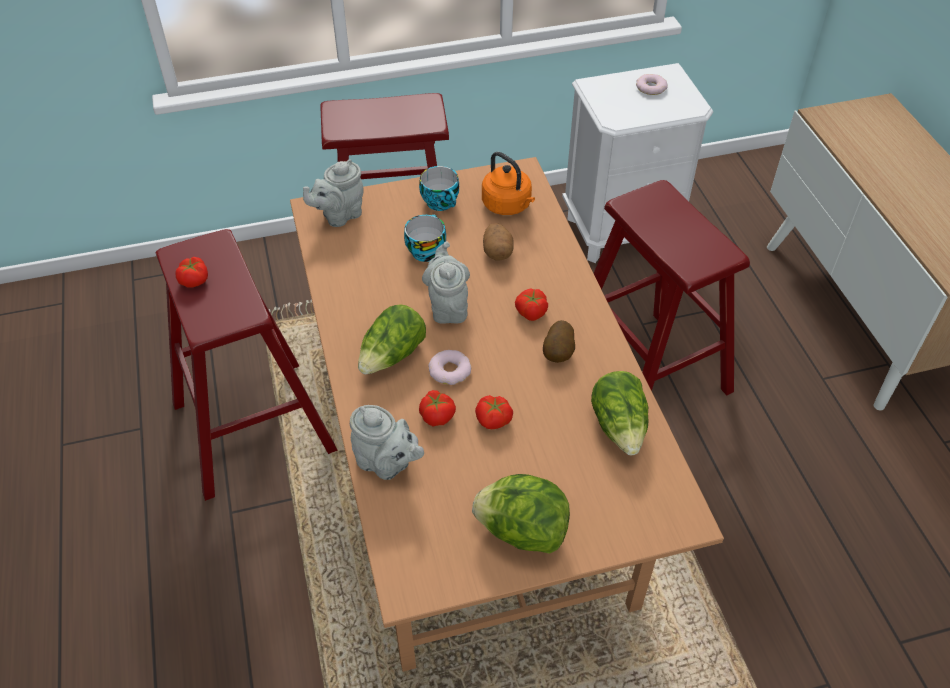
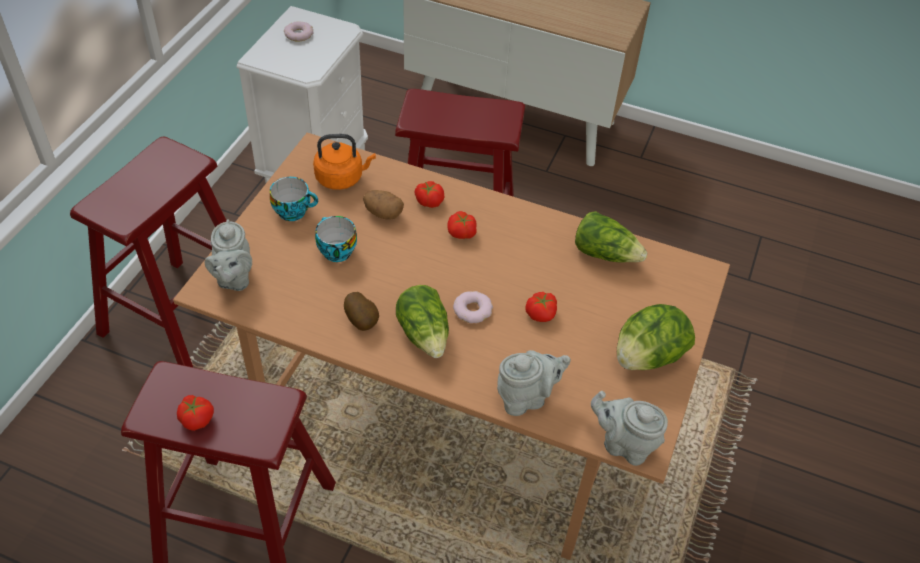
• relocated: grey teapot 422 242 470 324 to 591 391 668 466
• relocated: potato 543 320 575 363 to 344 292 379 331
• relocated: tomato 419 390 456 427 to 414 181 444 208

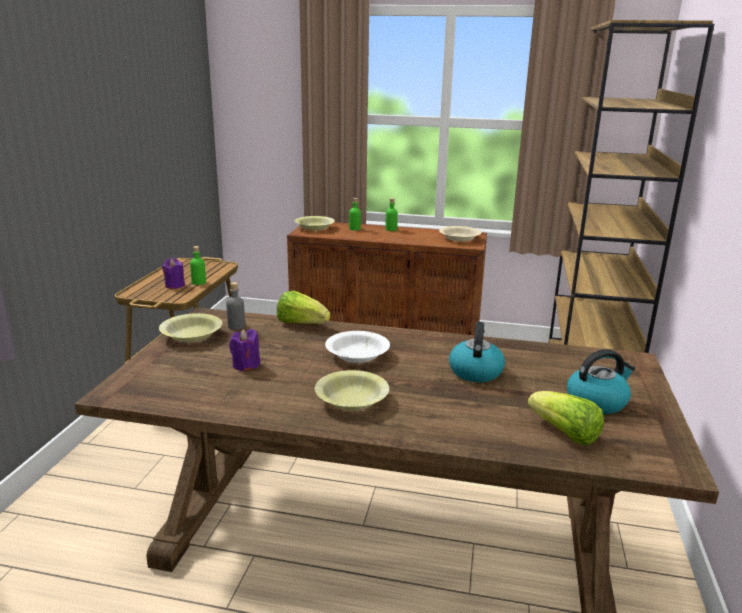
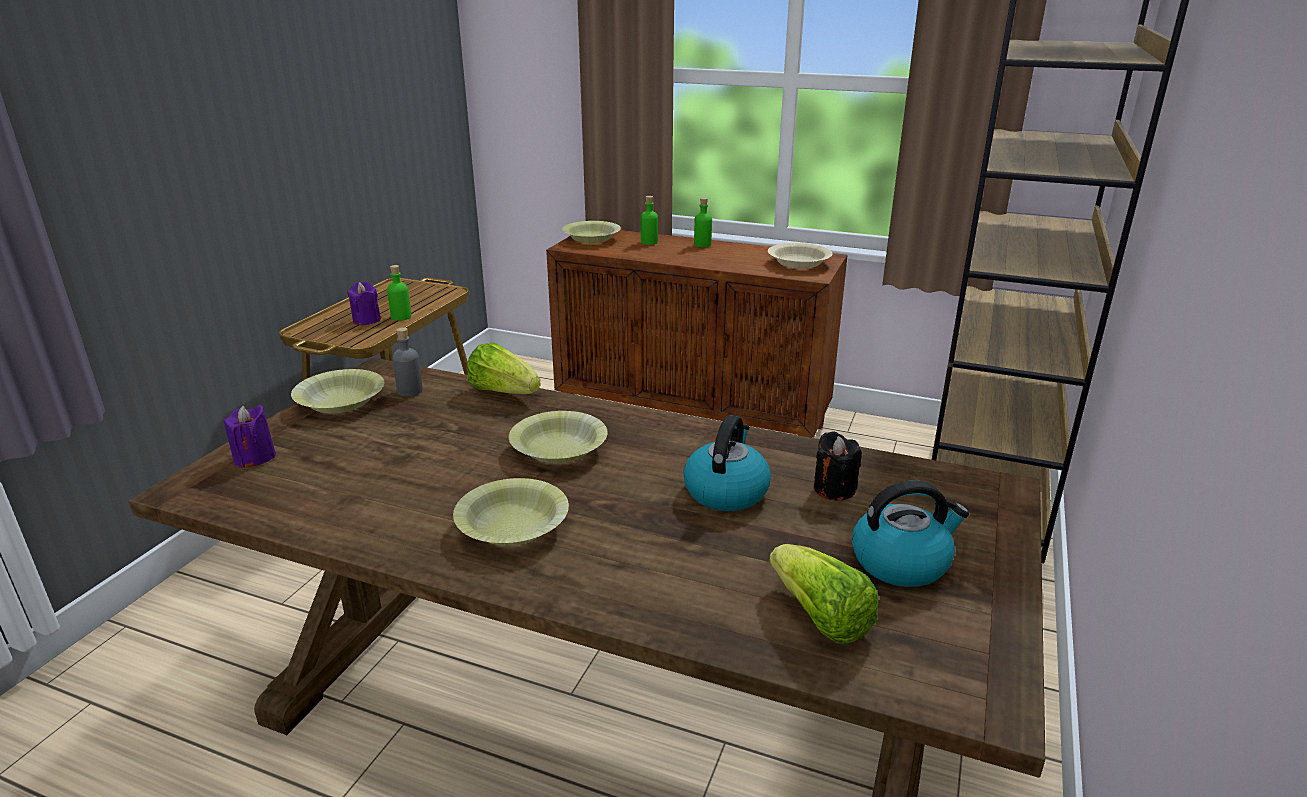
• relocated: purple candle 229 329 260 371 to 224 405 276 468
• colour: white bowl 325 331 390 363 to yellow bowl 509 411 608 463
• appeared: black candle 814 431 862 501

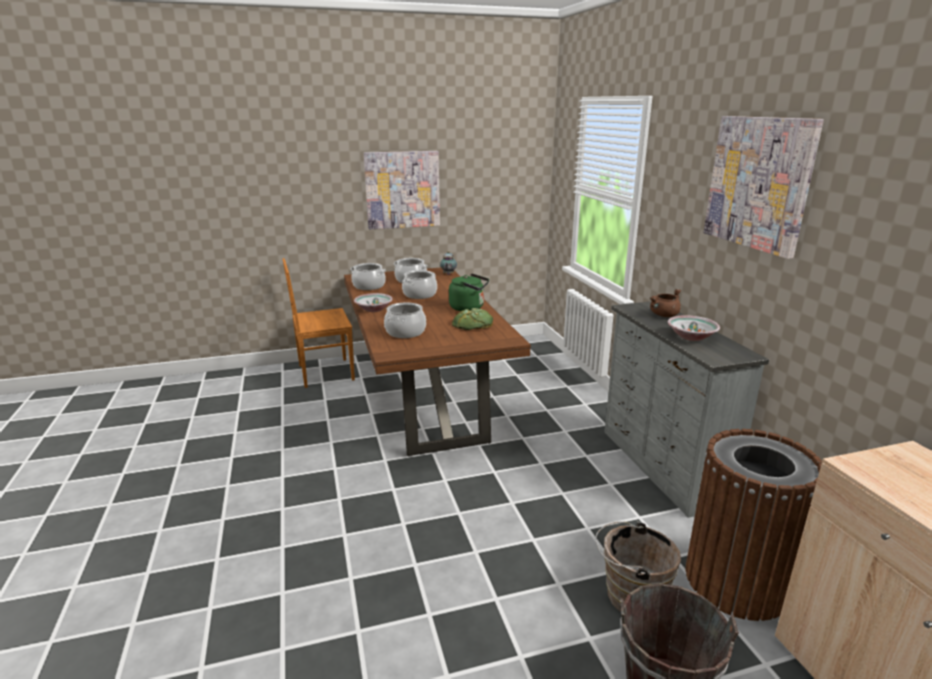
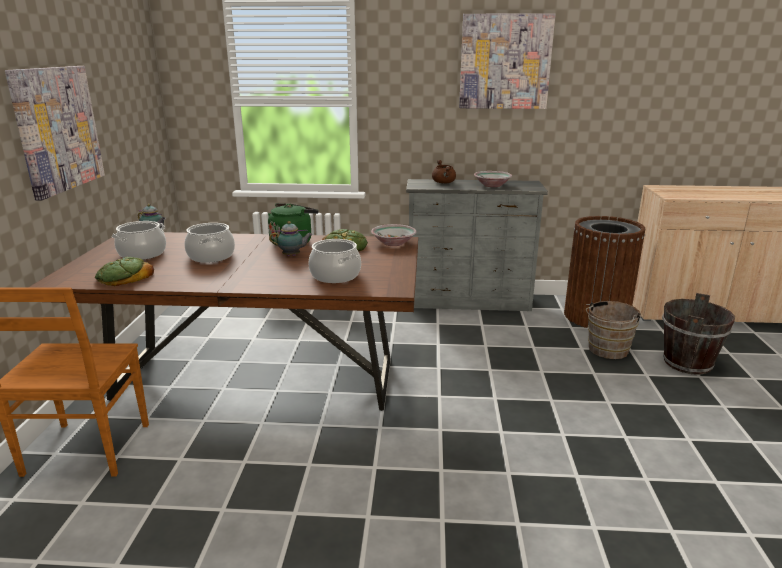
• exchanged: cooking pot 350 263 386 290 to bread 95 257 154 286
• relocated: bowl 354 293 393 312 to 371 224 417 246
• appeared: teapot 269 221 313 256

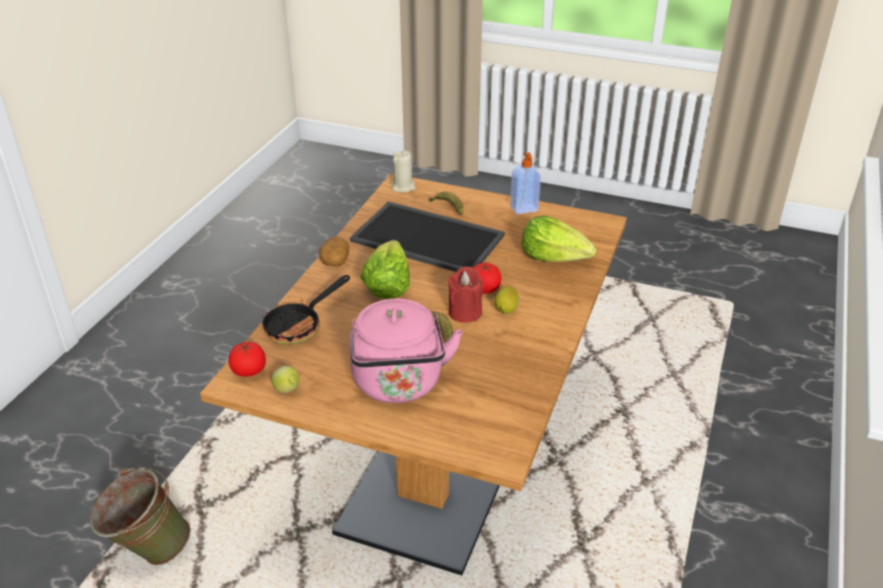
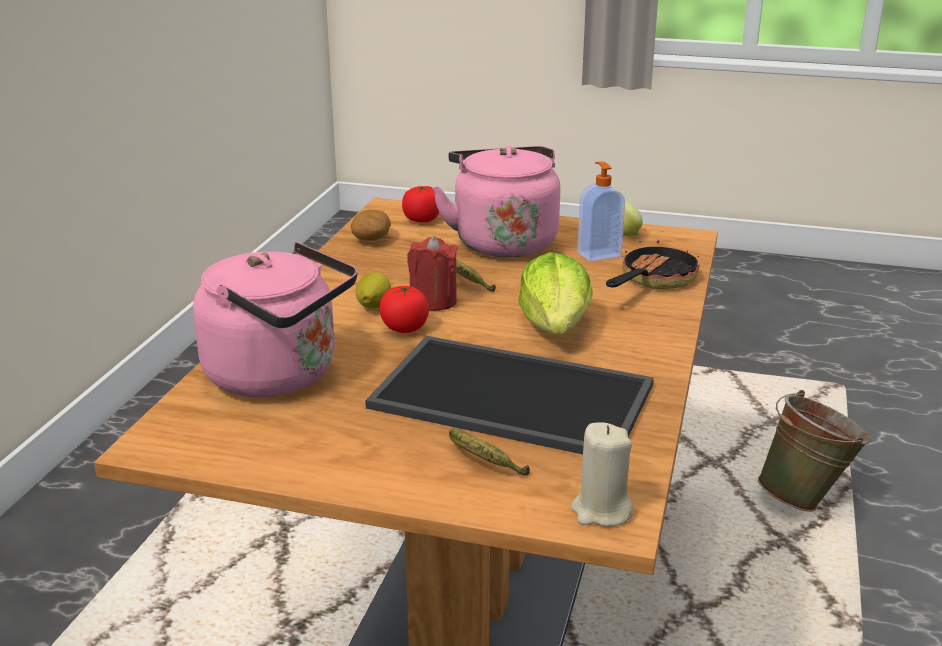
• relocated: soap dispenser 510 153 541 214 to 577 161 625 262
• exchanged: lettuce 522 215 597 262 to pink kettle 193 242 357 397
• relocated: potato 319 237 349 266 to 351 210 391 241
• relocated: tomato 228 341 266 377 to 402 186 439 222

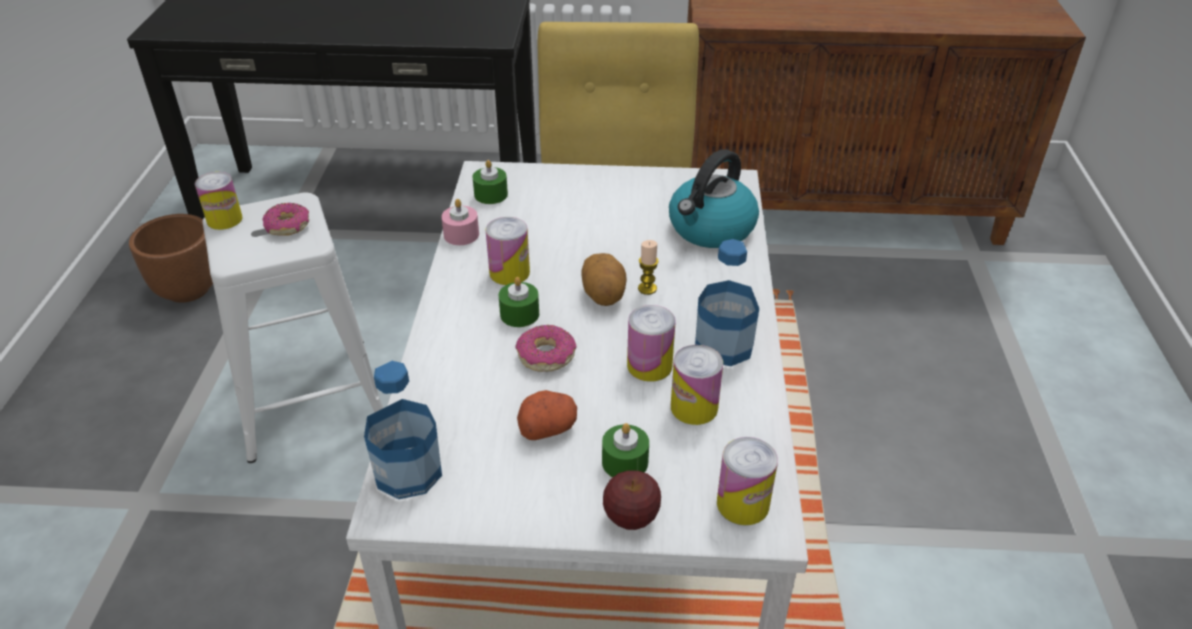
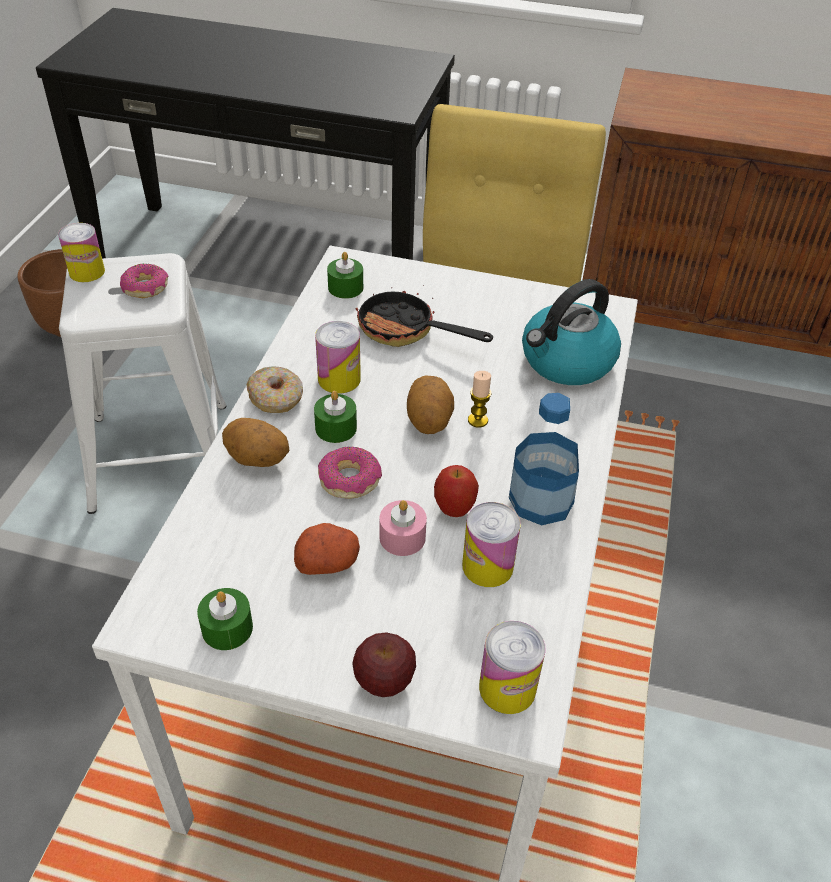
• relocated: pink candle 441 199 479 245 to 379 500 427 556
• exchanged: can 627 305 676 382 to apple 434 465 479 517
• missing: bottle 364 361 442 499
• relocated: green candle 602 423 649 477 to 197 588 253 650
• appeared: frying pan 356 285 493 347
• appeared: donut 247 366 303 413
• appeared: potato 222 418 290 467

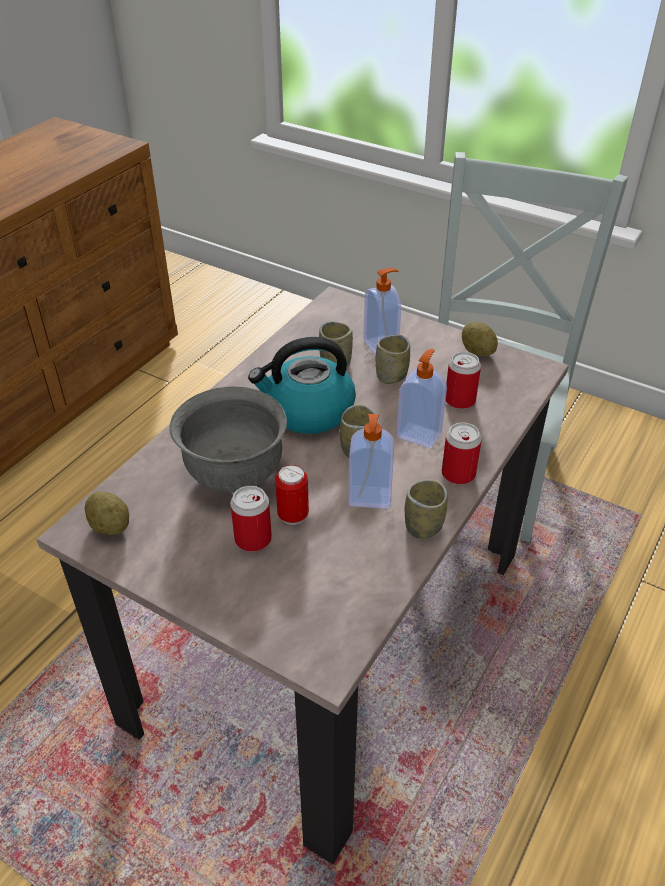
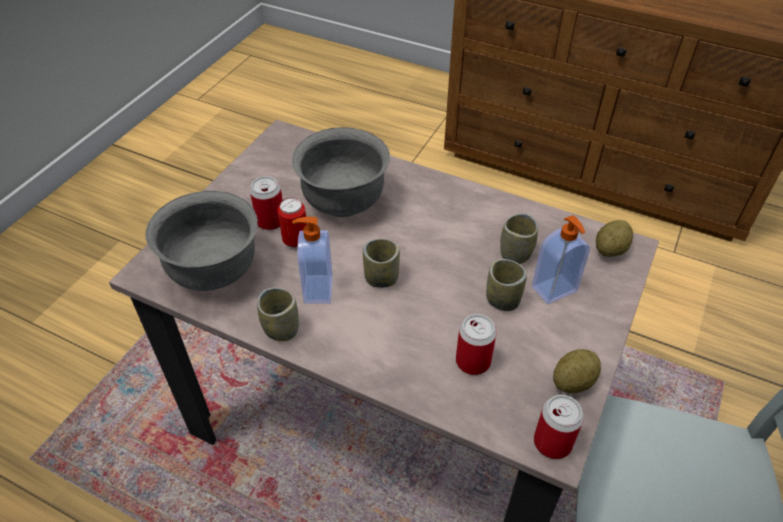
• missing: kettle 248 337 356 434
• missing: soap dispenser 396 349 447 448
• relocated: can 442 422 482 484 to 534 395 584 459
• relocated: potato 85 491 129 535 to 596 220 633 257
• appeared: grey bowl 146 191 258 291

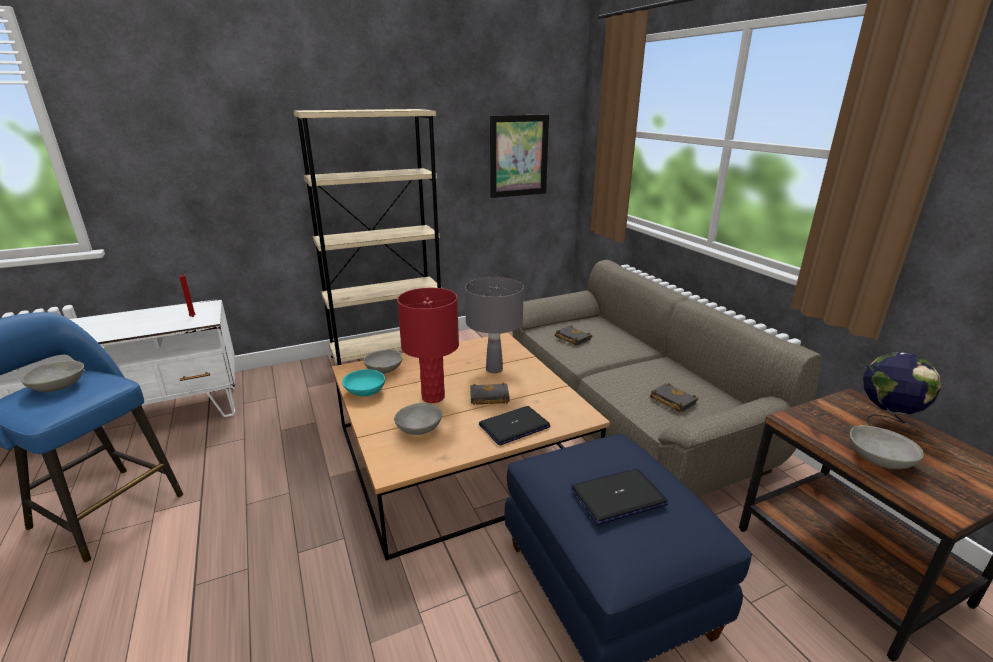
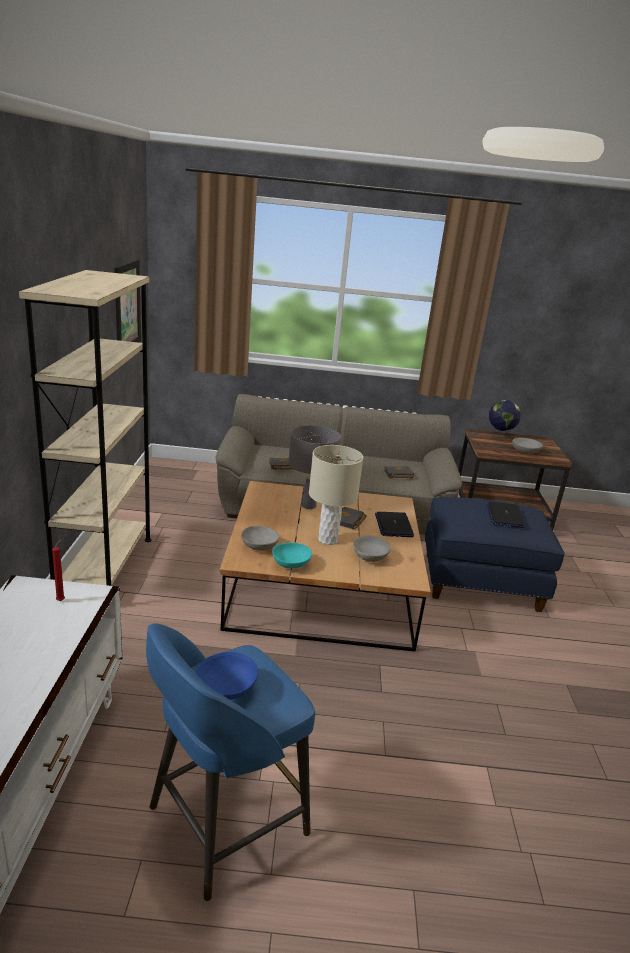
• colour: red table lamp 397 288 459 403 to beige table lamp 309 445 363 545
• colour: grey bowl 21 361 84 392 to blue bowl 195 652 258 700

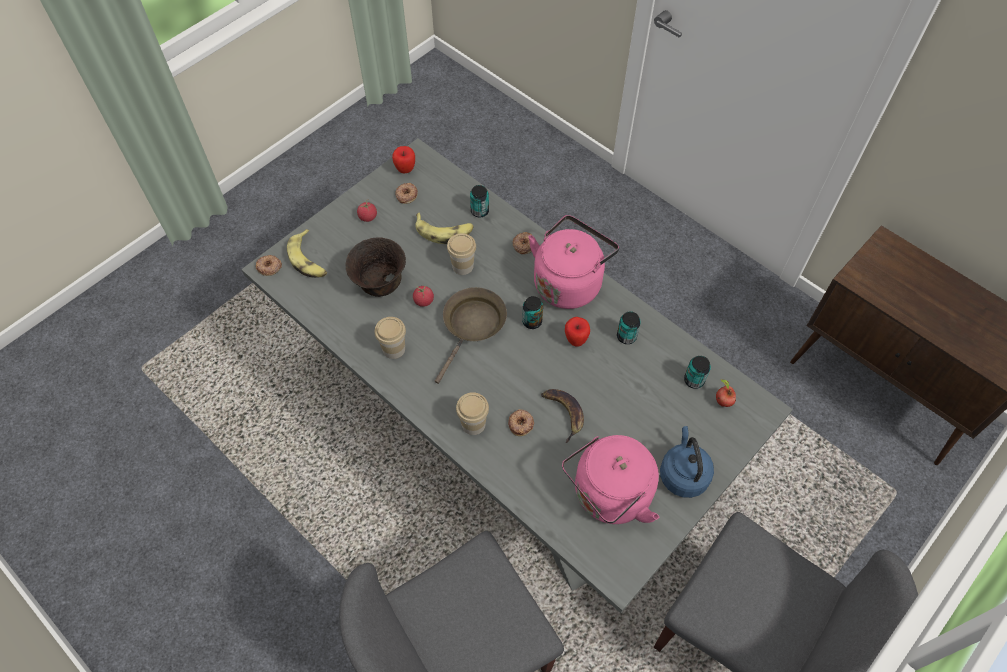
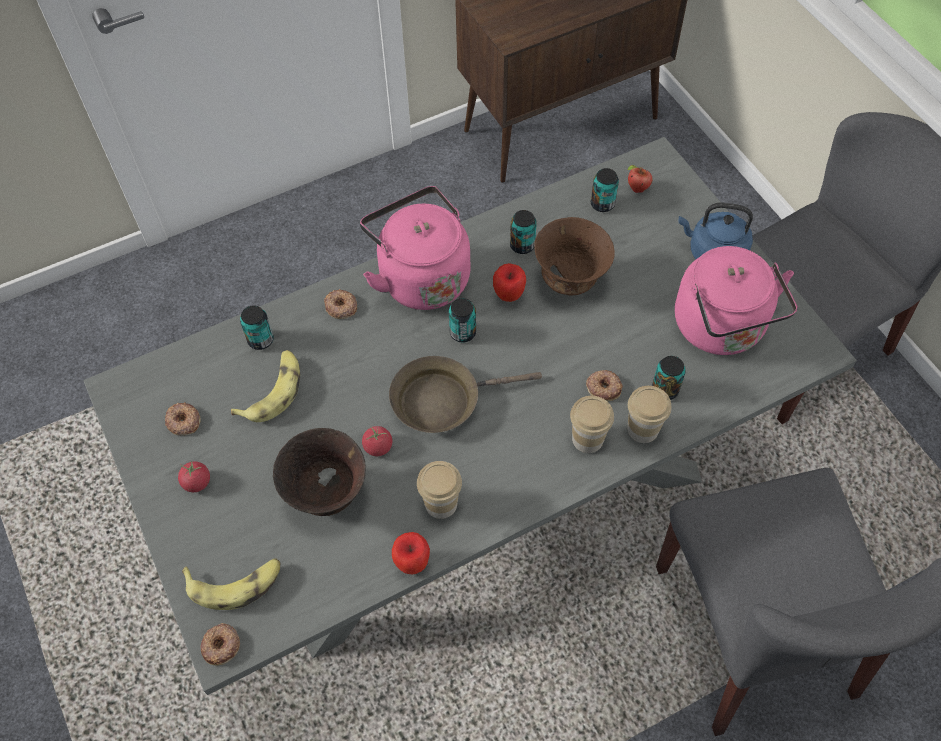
• relocated: apple 392 146 415 173 to 392 532 430 574
• relocated: cup 447 233 476 275 to 627 386 672 443
• spun: brown frying pan 435 287 507 384 = 389 356 542 433 60 degrees counterclockwise
• missing: banana 541 389 584 443
• appeared: brown bowl 534 217 615 295
• appeared: can 652 356 686 400

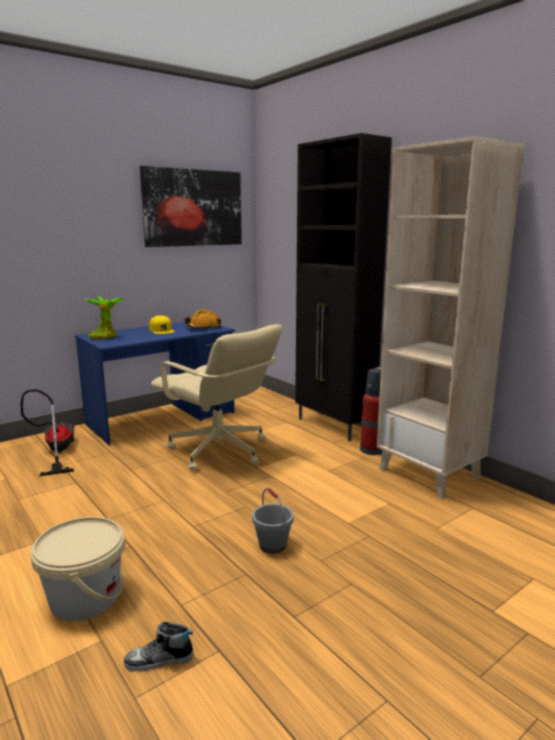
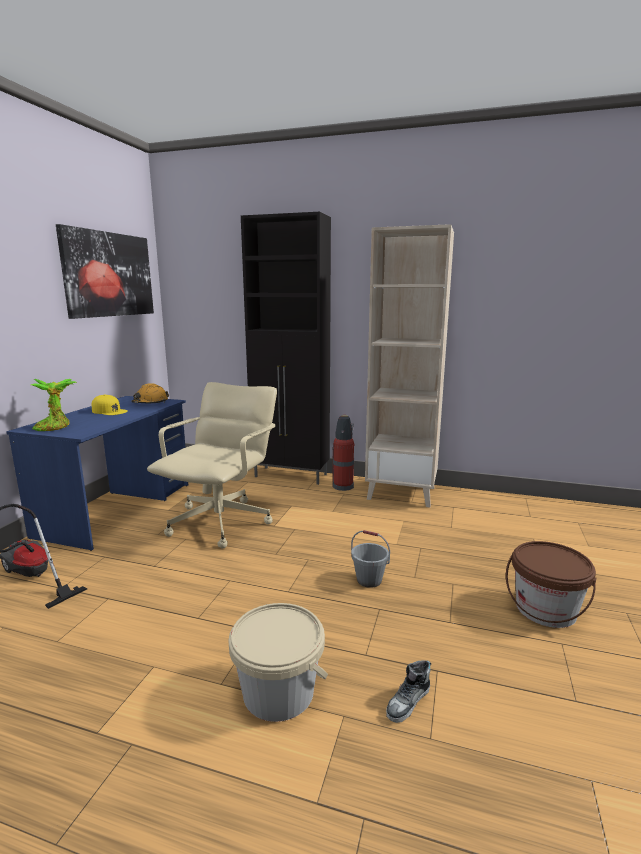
• spun: beige office chair 151 324 282 471 = 147 382 277 548 75 degrees counterclockwise
• appeared: brown bucket 506 541 596 628

